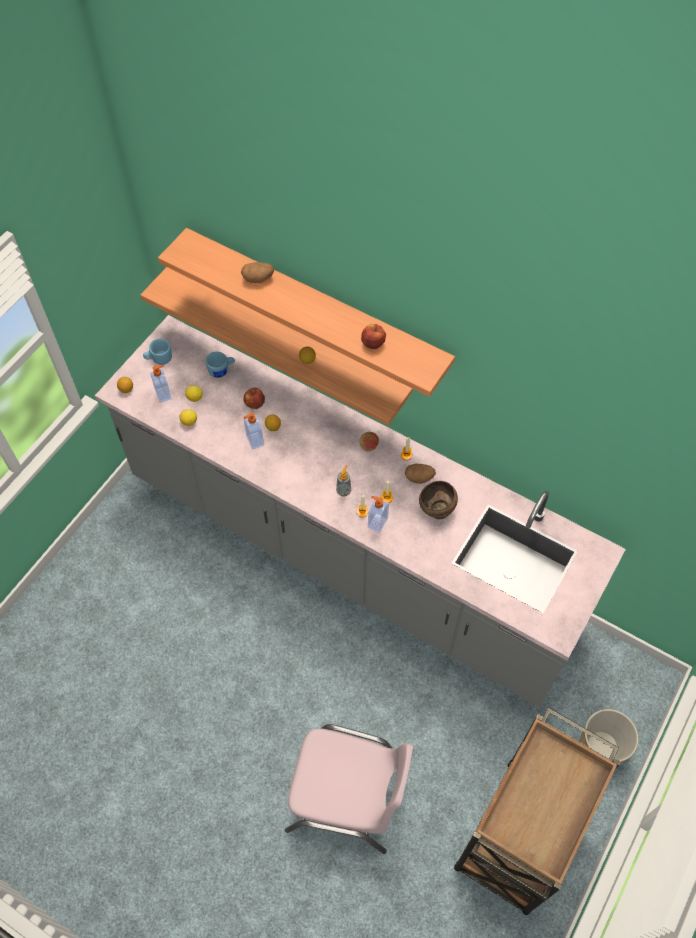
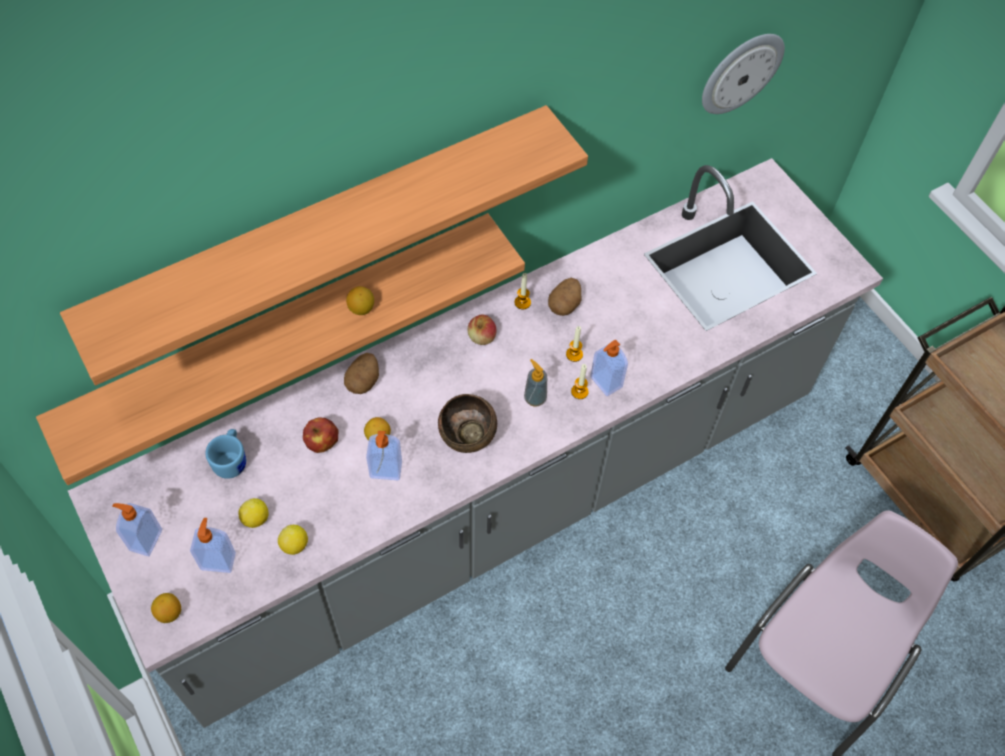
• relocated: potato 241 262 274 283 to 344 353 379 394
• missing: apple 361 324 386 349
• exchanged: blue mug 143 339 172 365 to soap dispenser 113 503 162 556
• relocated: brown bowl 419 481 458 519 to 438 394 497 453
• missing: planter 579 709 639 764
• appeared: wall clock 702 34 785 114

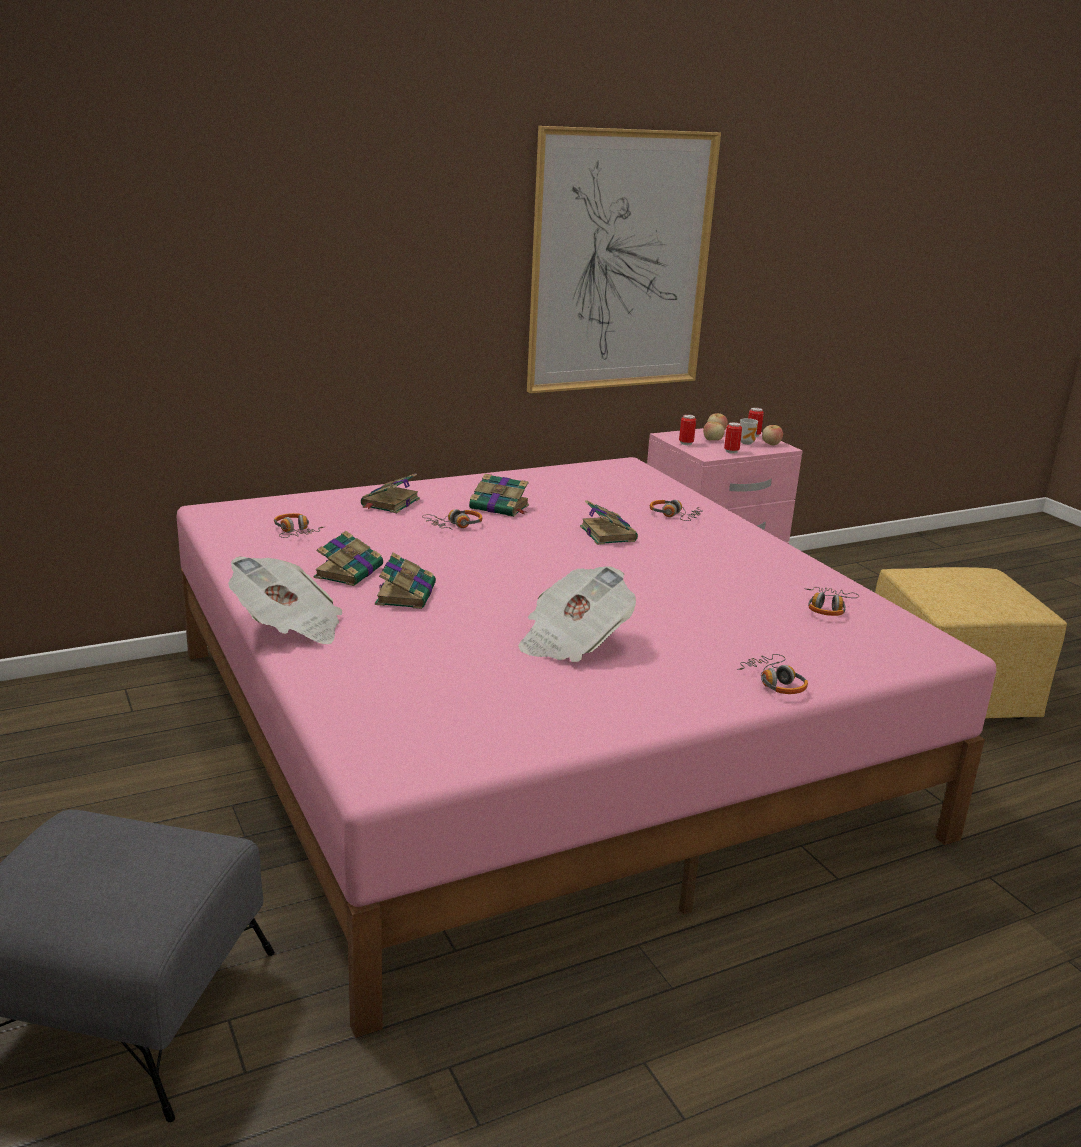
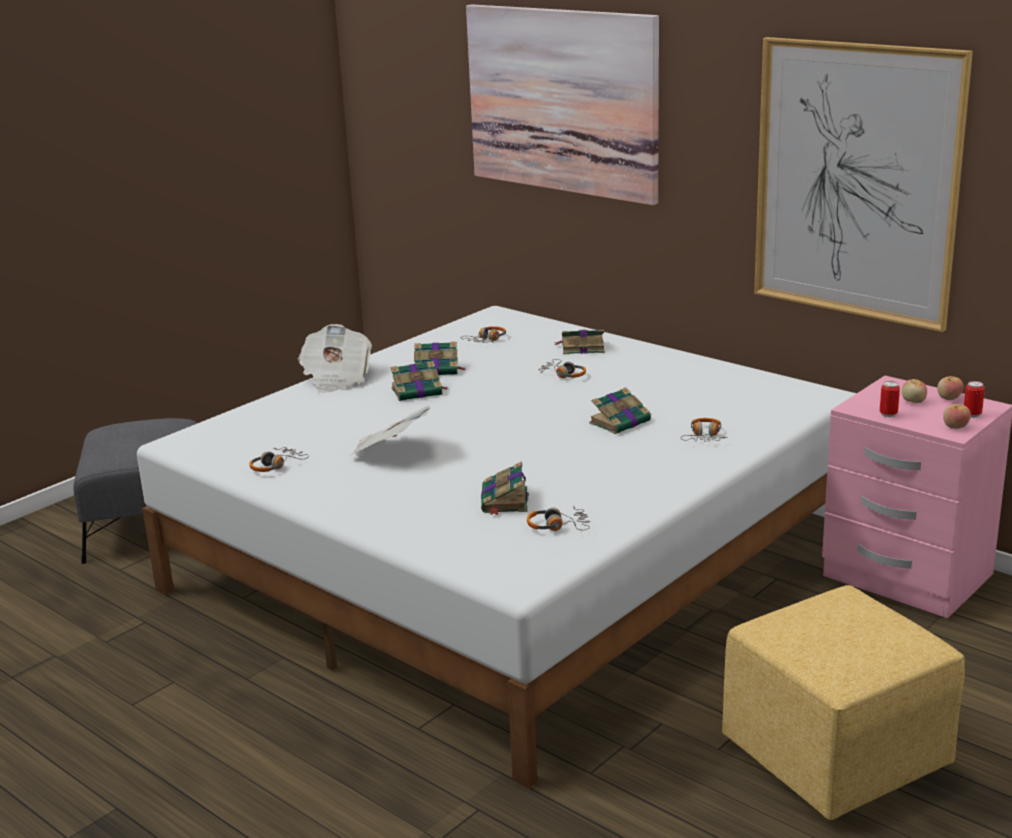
• missing: can 679 414 696 445
• missing: mug 740 418 758 445
• colour: pink bed 177 457 996 1038 to white bed 137 306 856 788
• relocated: book 469 474 529 517 to 481 462 529 515
• relocated: headphones 737 654 808 694 to 249 447 309 472
• appeared: picture 466 4 659 205

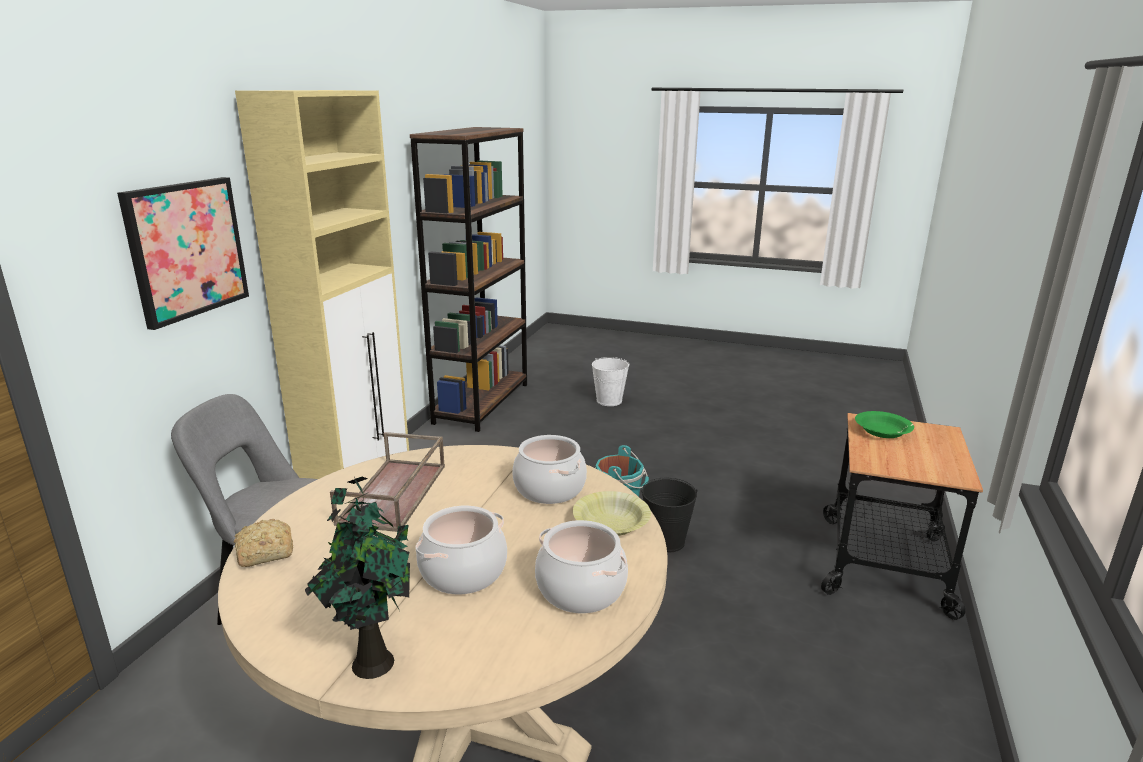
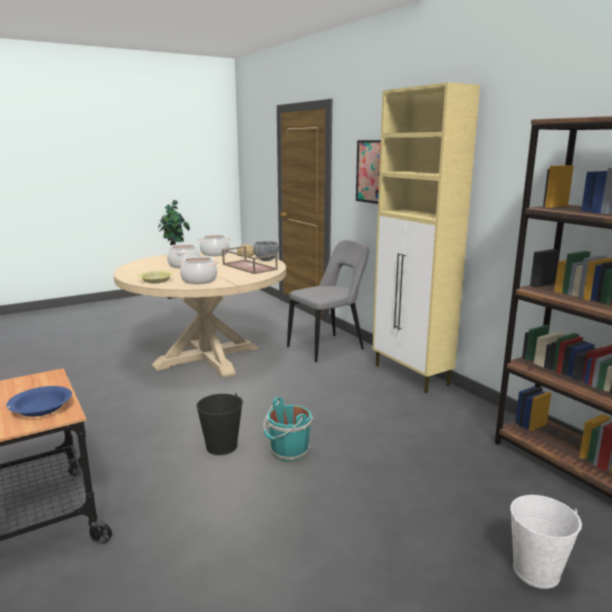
• colour: green bowl 855 411 914 438 to blue bowl 6 386 72 417
• relocated: cooking pot 535 520 628 613 to 198 234 230 256
• appeared: grey bowl 254 241 278 261

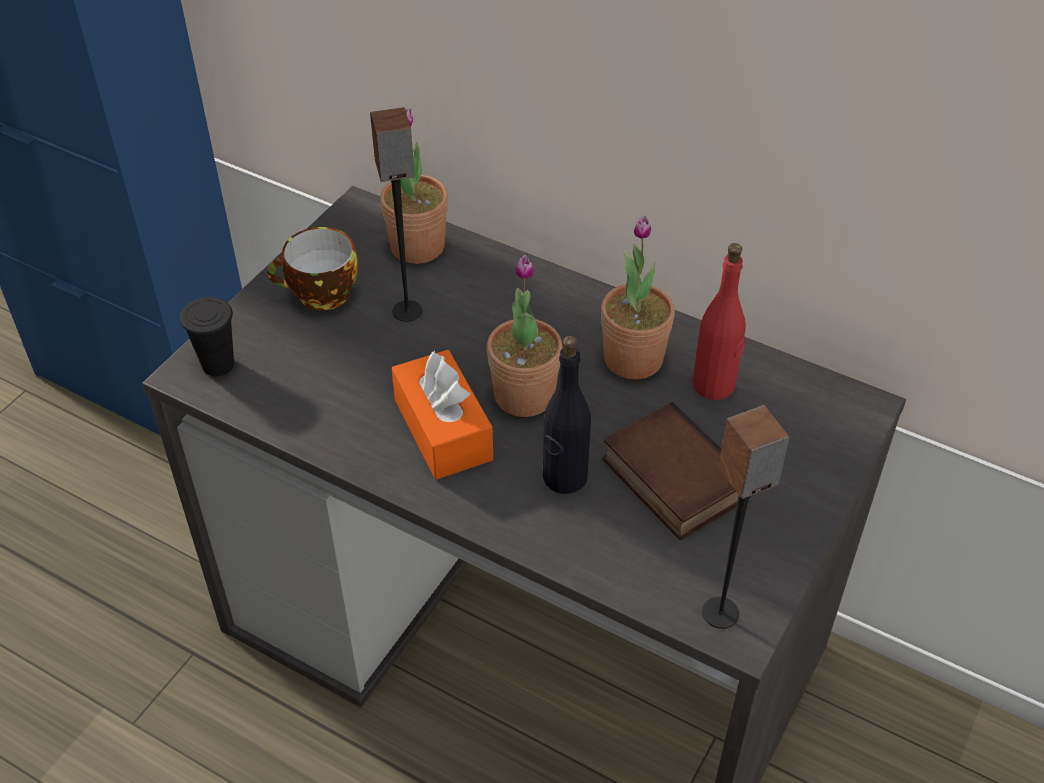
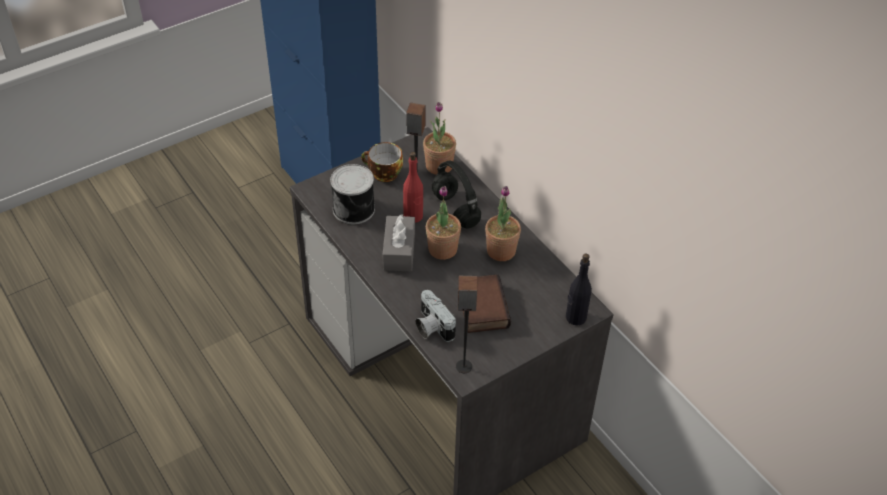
• relocated: red bottle 693 243 746 400 to 403 152 423 223
• missing: black cup 180 297 234 376
• relocated: black bottle 543 336 591 494 to 566 254 592 325
• colour: orange tissue box 392 350 493 480 to grey tissue box 383 214 415 271
• appeared: black headphones 432 160 481 228
• appeared: can 330 164 375 224
• appeared: photo camera 416 290 456 342

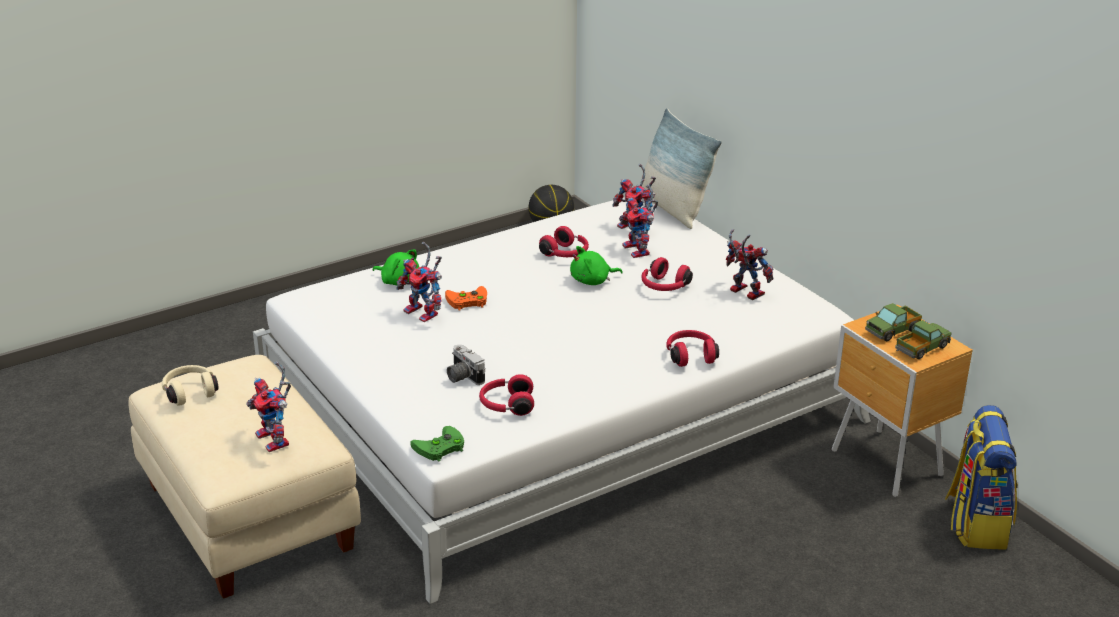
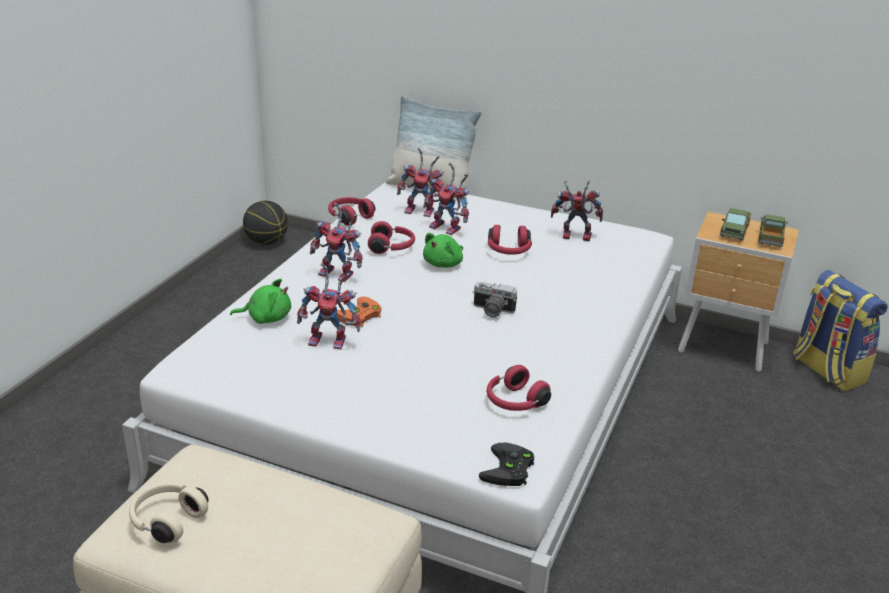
• relocated: red headphones 666 330 719 367 to 328 197 375 226
• relocated: photo camera 447 344 485 385 to 472 282 517 317
• relocated: toy robot 246 361 291 452 to 310 203 363 282
• colour: green game controller 410 426 464 462 to black game controller 479 443 534 486

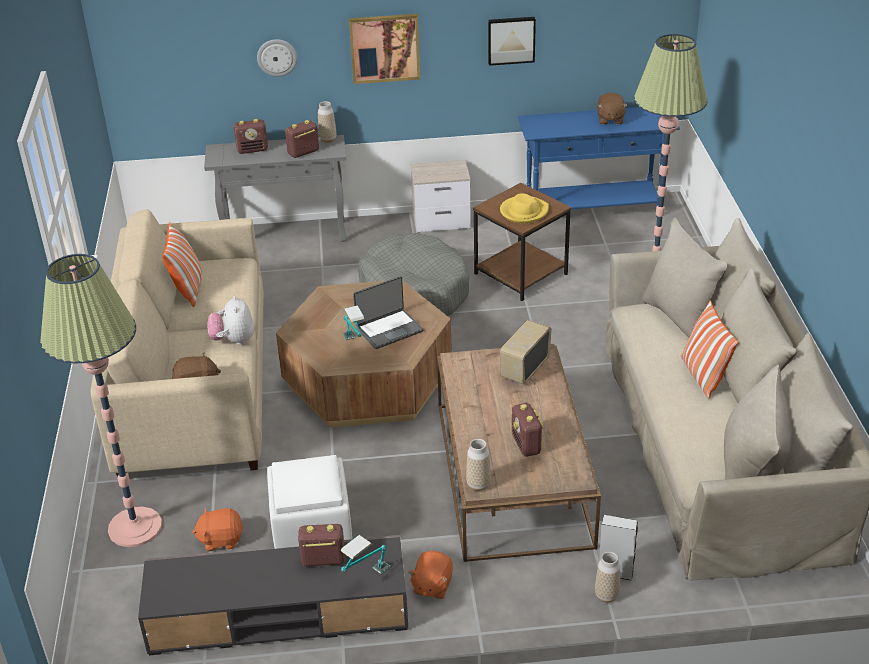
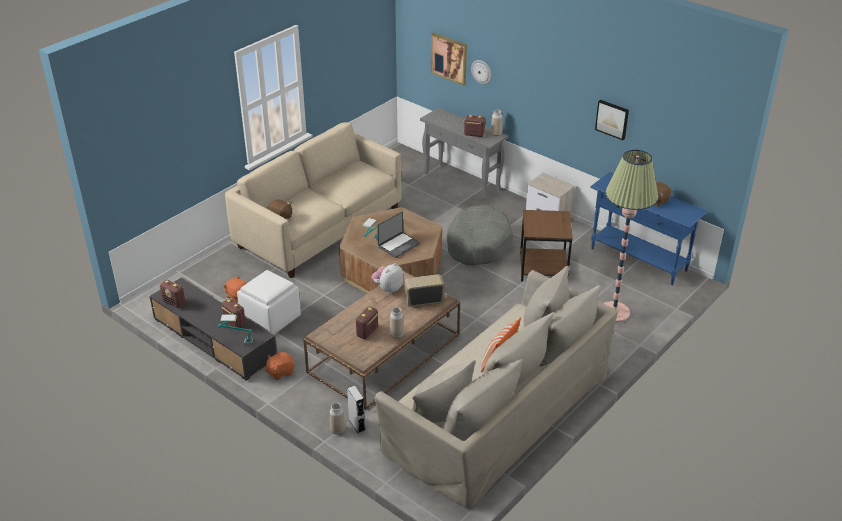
• relocated: picture 349 14 420 84 to 431 33 467 86
• relocated: radio 234 119 268 154 to 160 280 185 308
• missing: yellow hat 500 193 549 223
• missing: pillow 162 222 202 307
• missing: floor lamp 40 254 162 547
• spun: laptop 353 276 423 349 = 377 212 420 258 60 degrees counterclockwise
• relocated: plush toy 207 296 254 345 to 371 263 404 294
• relocated: vase 466 439 491 491 to 390 307 404 339

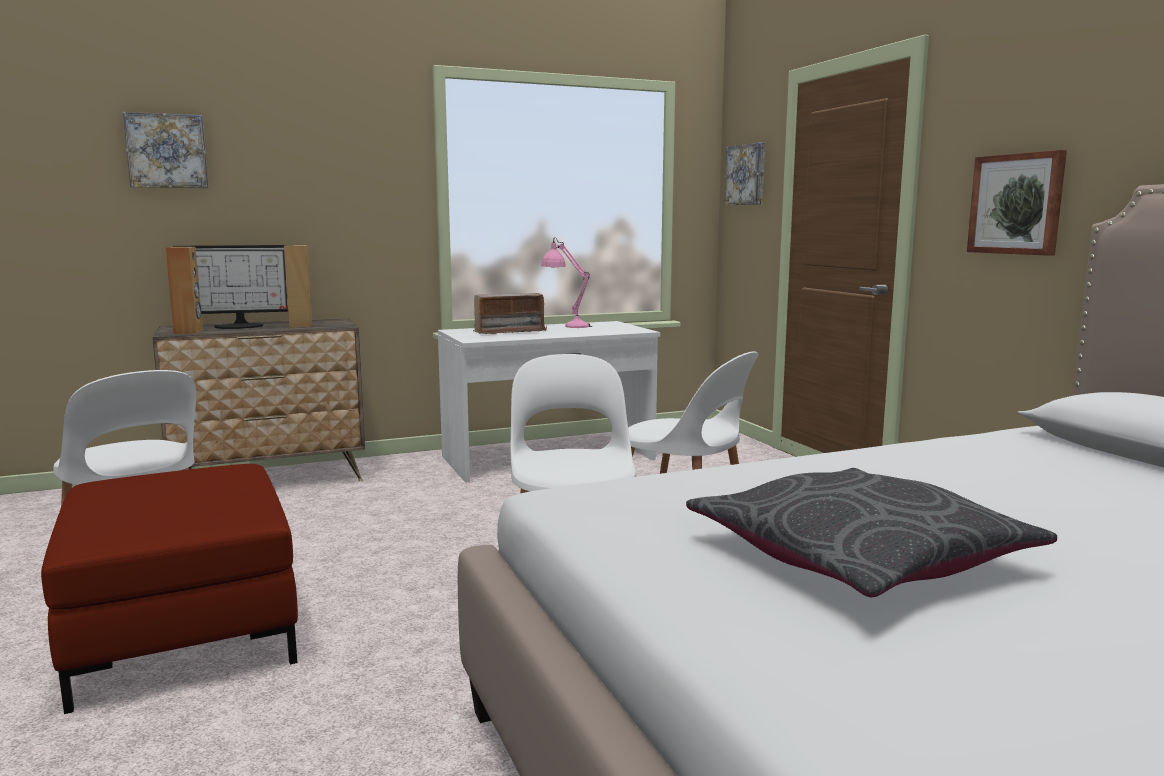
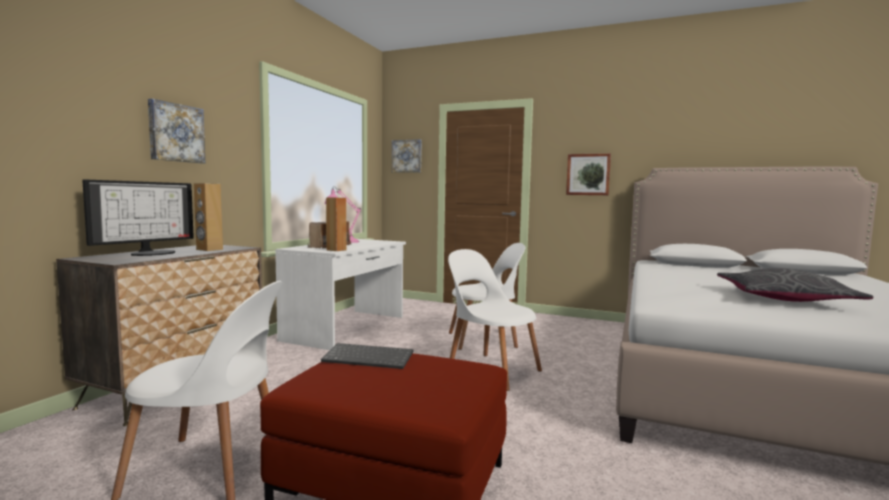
• relocated: picture 123 112 208 188 to 148 99 205 163
• relocated: brown speaker 166 247 203 334 to 326 197 347 251
• appeared: keyboard 321 343 414 369

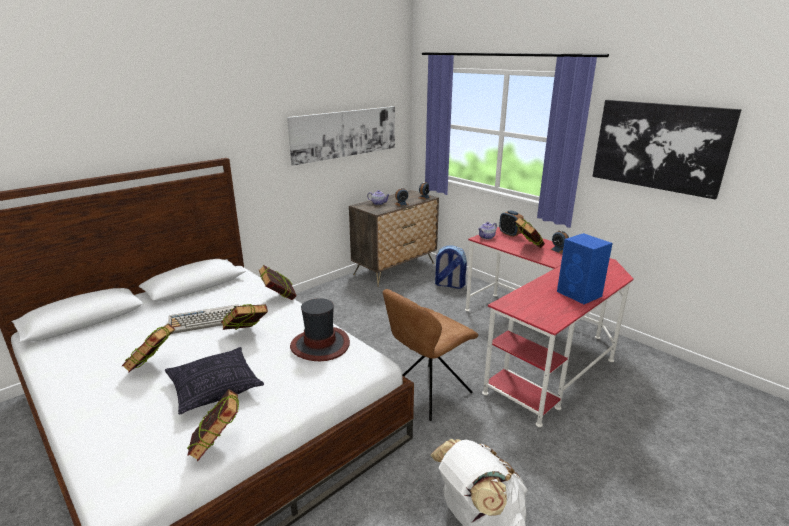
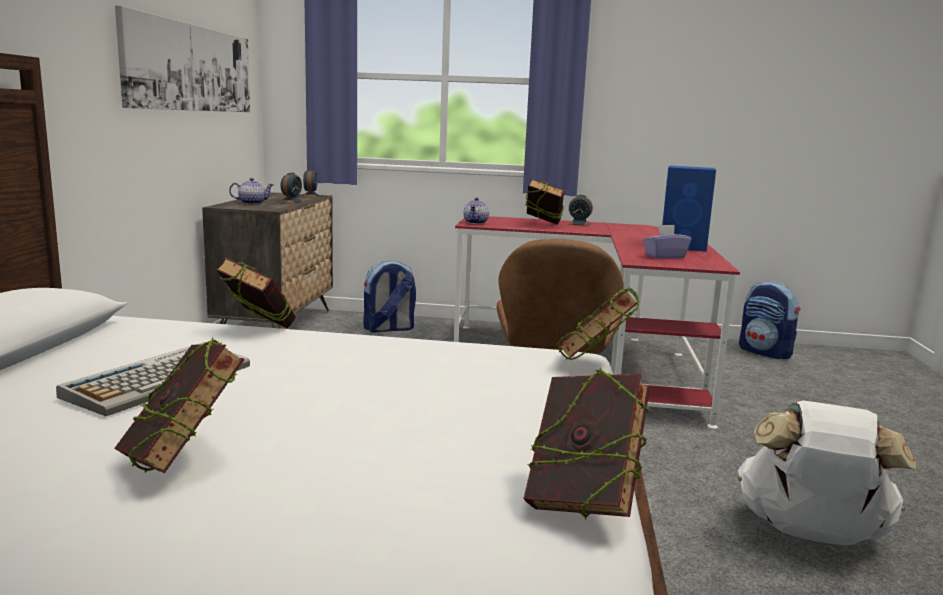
• missing: picture 592 100 741 199
• missing: alarm clock 499 210 524 237
• missing: hat 290 298 350 361
• relocated: book 221 304 268 330 to 557 287 640 360
• missing: pillow 165 347 264 415
• appeared: purple tissue box 643 225 691 259
• appeared: backpack 739 281 800 359

